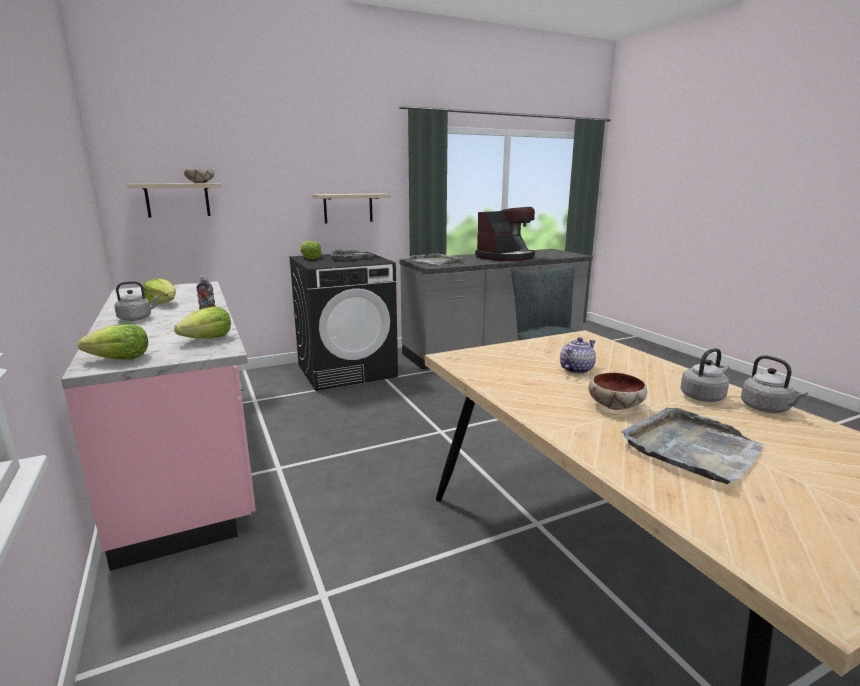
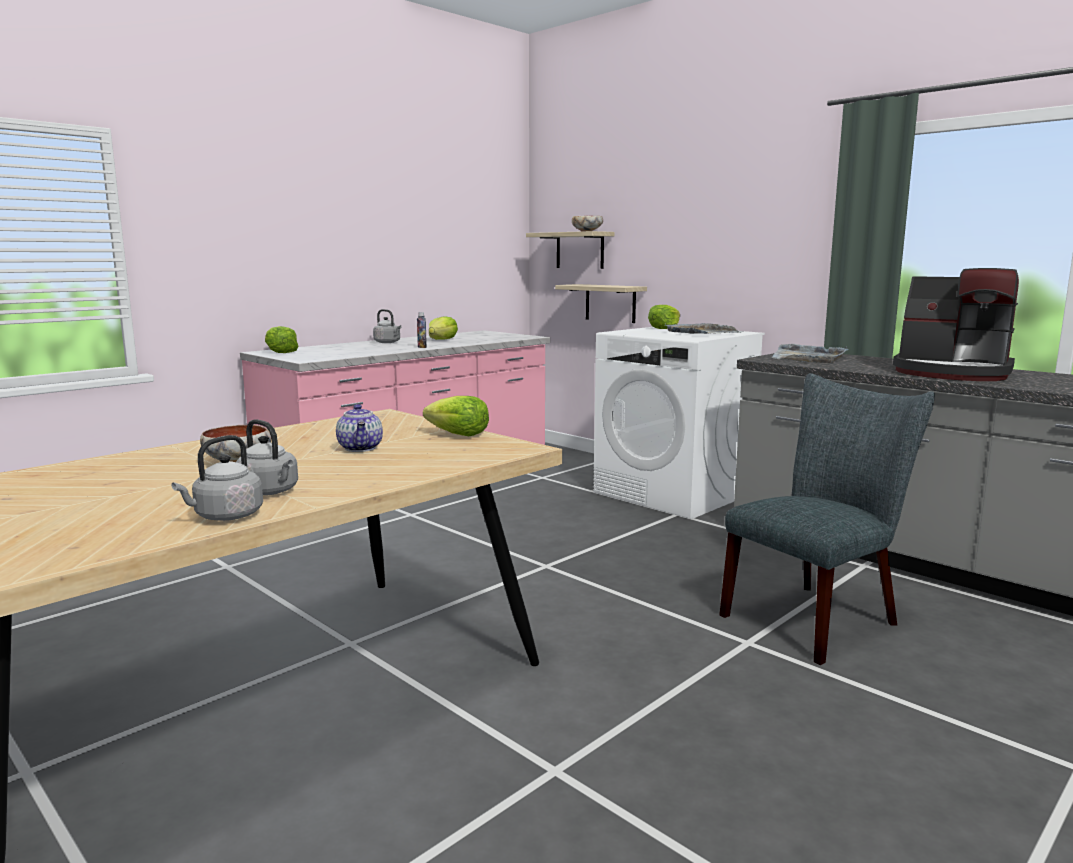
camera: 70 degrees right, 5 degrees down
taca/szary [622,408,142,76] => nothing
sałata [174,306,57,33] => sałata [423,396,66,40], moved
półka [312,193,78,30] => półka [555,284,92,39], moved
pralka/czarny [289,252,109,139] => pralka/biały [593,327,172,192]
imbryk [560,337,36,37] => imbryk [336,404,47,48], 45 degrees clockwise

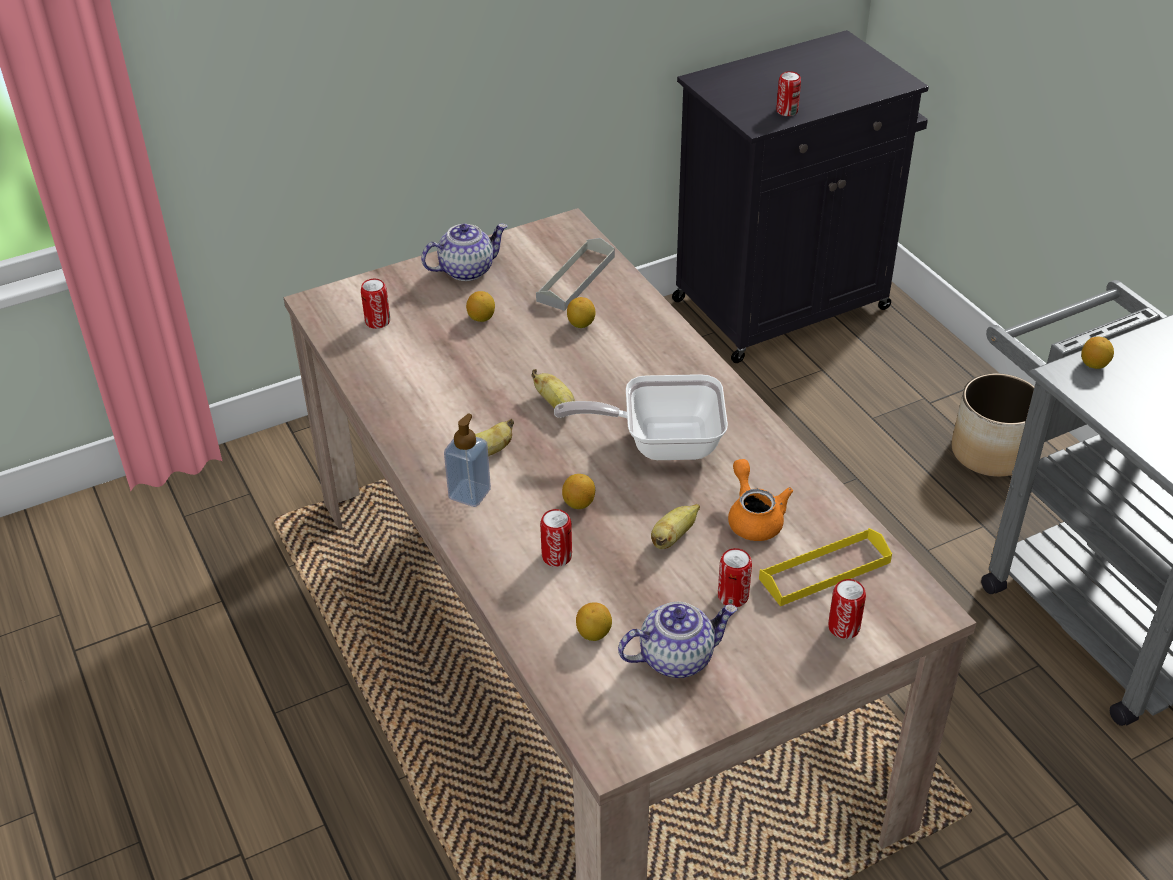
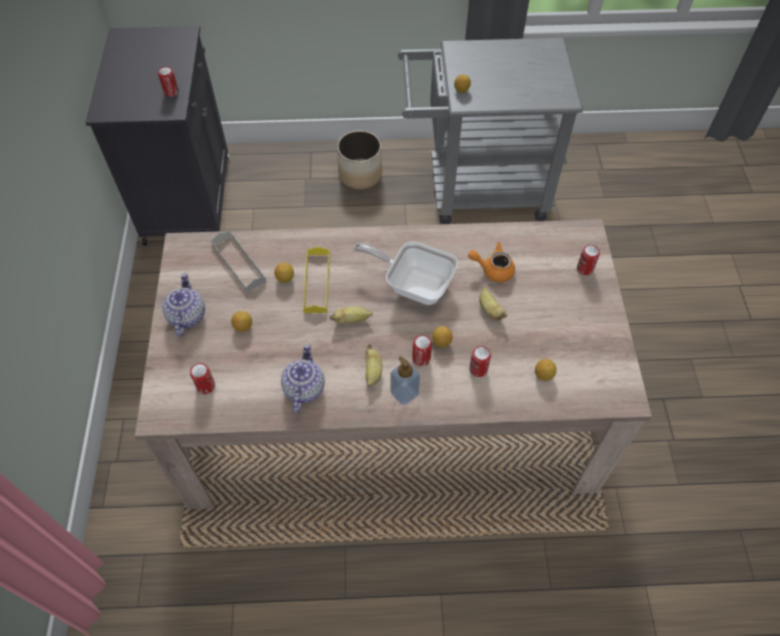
camera: 65 degrees left, 15 degrees up
imbryk [618,602,120,76] => imbryk [281,343,44,70], moved
puszka [718,548,34,59] => puszka [412,335,20,31], moved
taca/żółty [759,528,133,78] => taca/żółty [303,247,27,66], moved
patelnia [554,374,174,86] => patelnia [354,241,104,64], 90 degrees clockwise

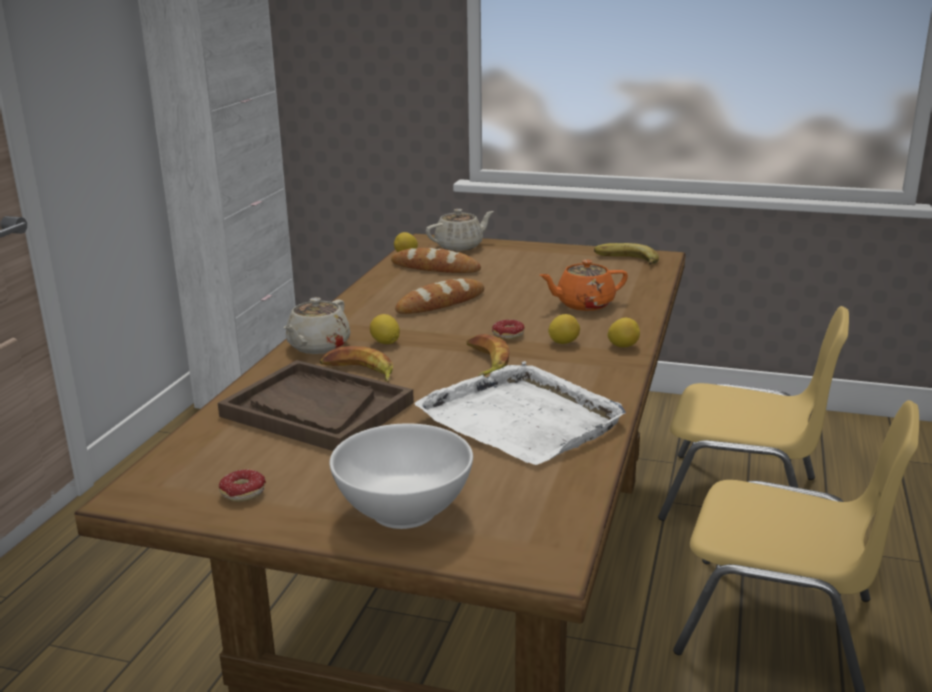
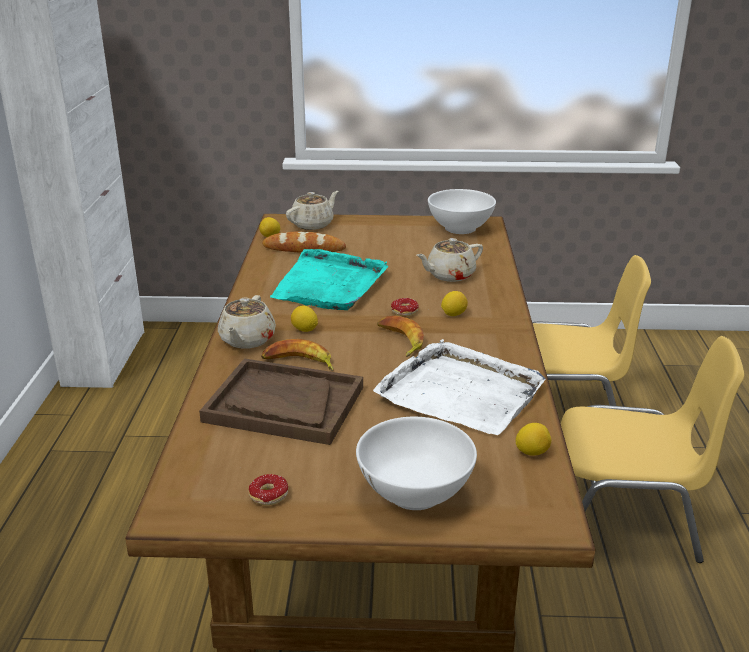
camera: 15 degrees left, 5 degrees up
cytryna [607,318,33,29] => cytryna [516,423,35,33], moved
chleb [395,278,89,36] => taca/turkusowy [270,249,119,61]
banan [594,243,65,22] => miska/biały [428,189,68,45]
imbryk/pomarańczowy [539,260,89,51] => imbryk/beżowy [416,238,67,44]

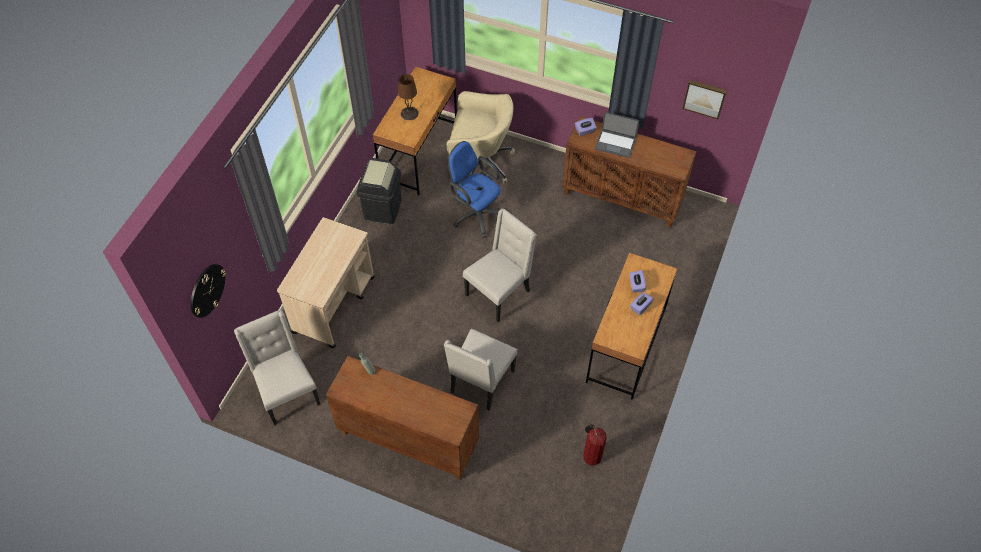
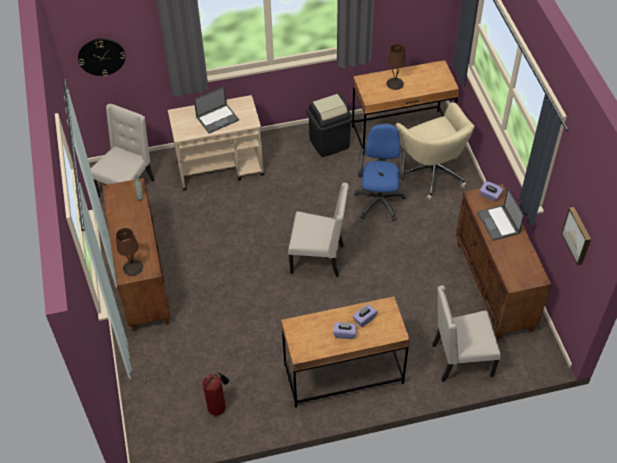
camera: 55 degrees right, 5 degrees down
nothing => lampa stołowa/brązowy [116,228,27,48]
nothing => laptop [194,86,45,48]
krzesło/beżowy [444,329,73,82] => krzesło/beżowy [432,285,69,97], moved

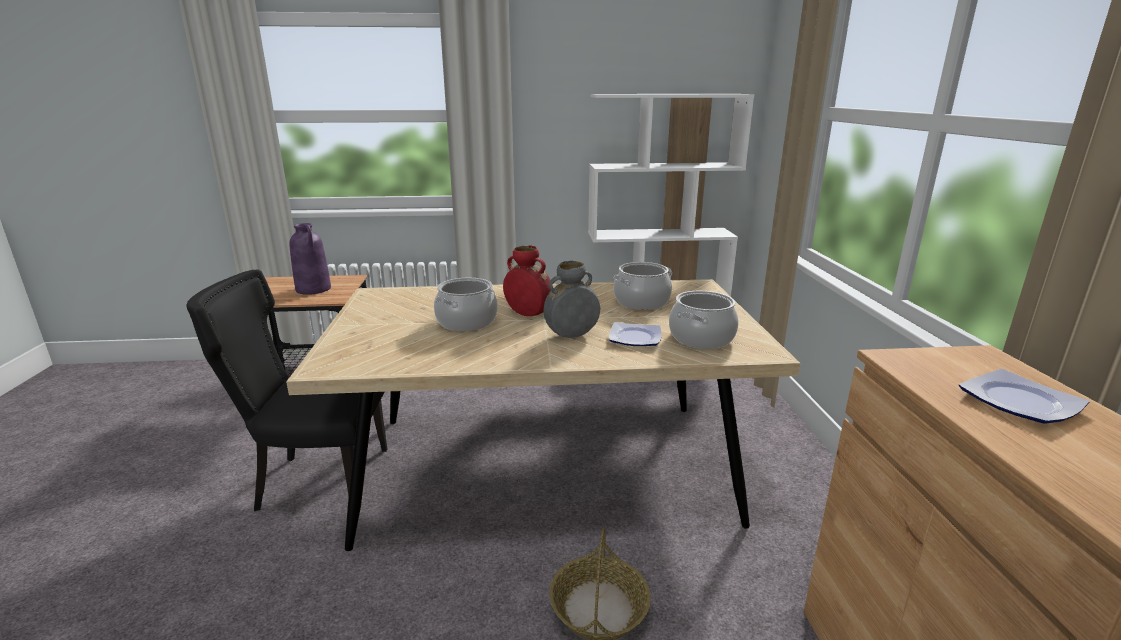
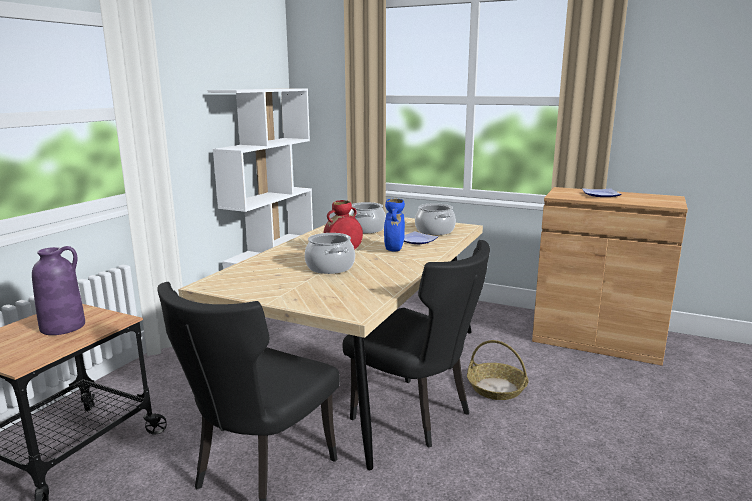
camera: 60 degrees left, 5 degrees down
nothing => krzesło/czarny [342,240,148,208]
wazon/szary [544,261,56,77] => wazon/niebieski [384,199,21,53]

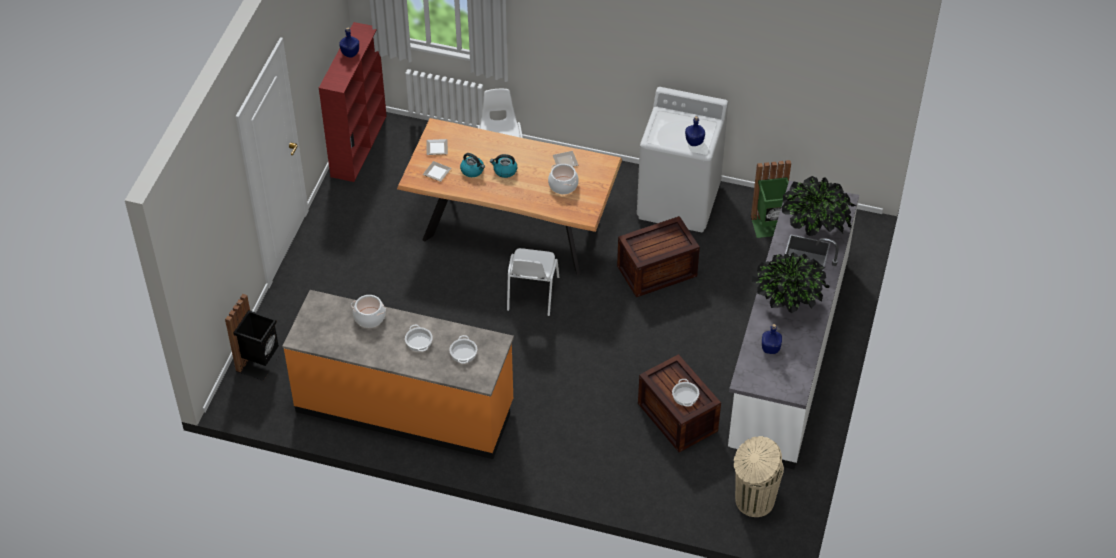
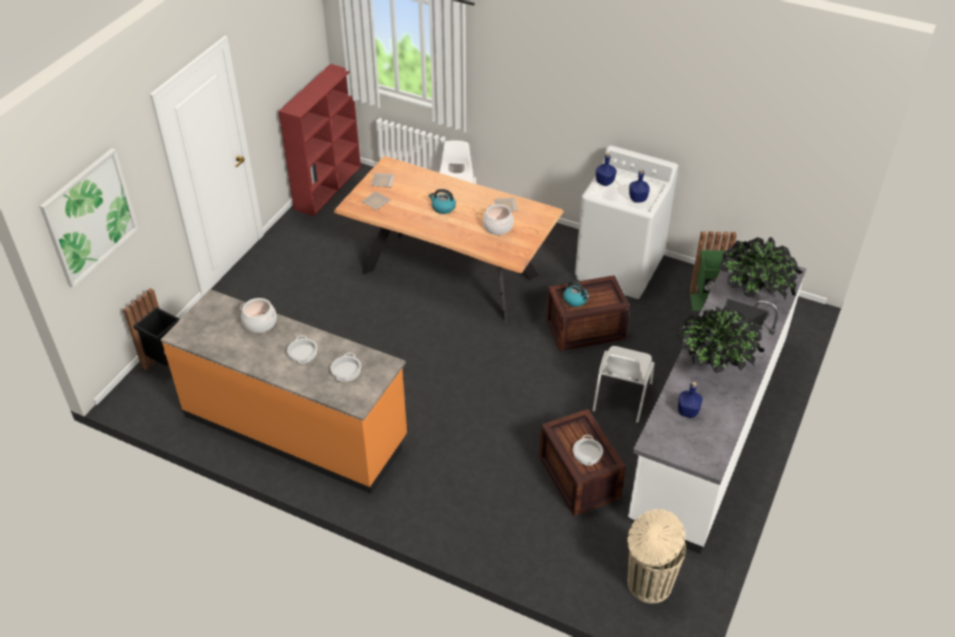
camera: 10 degrees right, 5 degrees down
nothing => obraz [39,148,100,140]
butelka/niebieski [339,27,20,31] => butelka/niebieski [596,153,21,33], moved
czajnik [460,153,25,24] => czajnik [563,281,26,26], moved
krzesło/biały [507,248,52,68] => krzesło/biały [593,346,62,77], moved

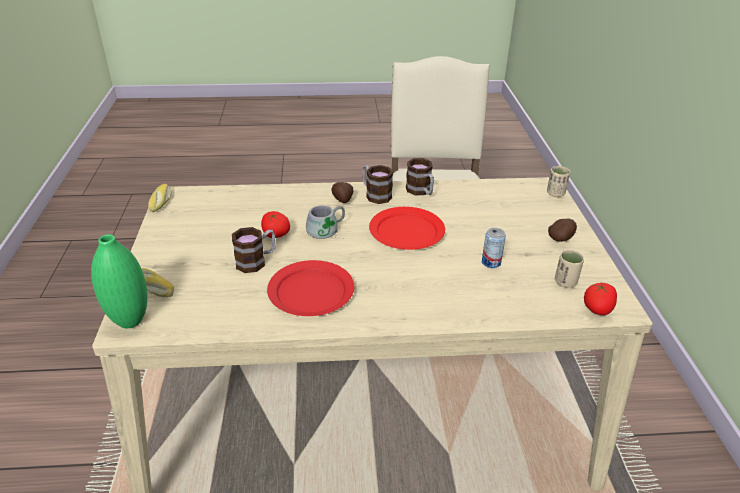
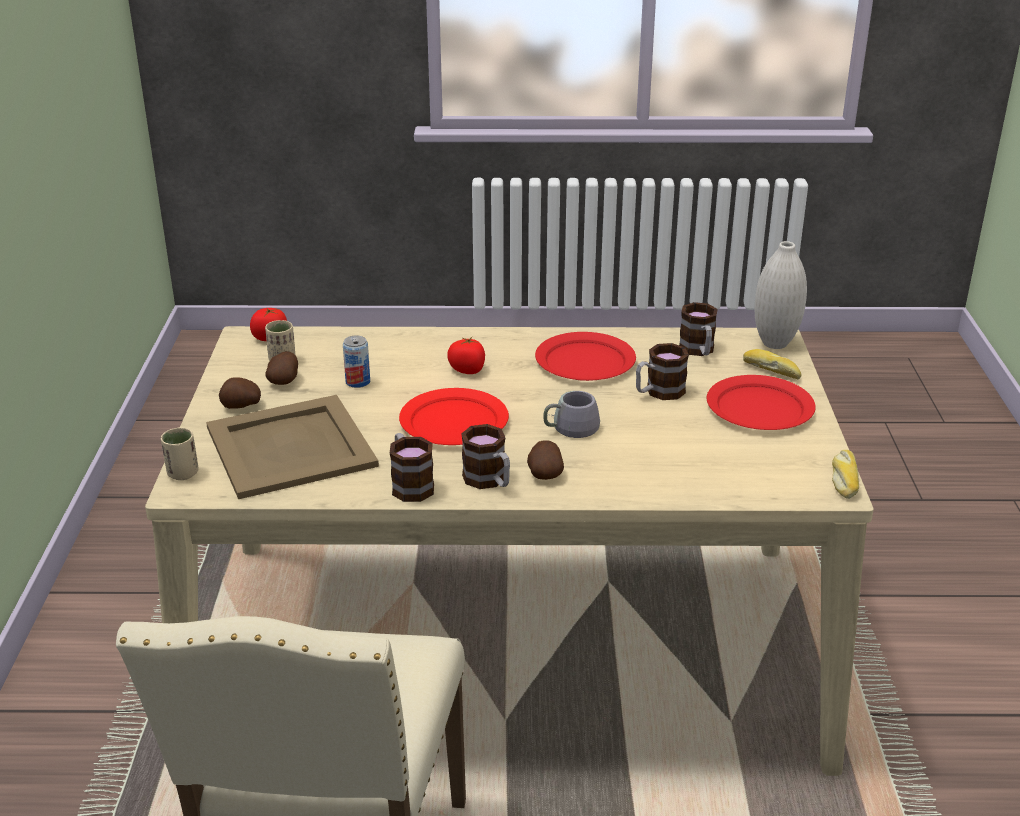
camera: 175 degrees left, 5 degrees down
nothing => taca/beżowy [206,395,173,104]
nothing => ziemniak [265,351,33,34]
nothing => kubek [679,302,39,54]
nothing => talerz/czerwony [707,375,109,55]
pomidor [261,211,29,27] => pomidor [447,336,38,38], moved
wazon/zielony [91,234,57,94] => wazon/biały [755,241,52,108]

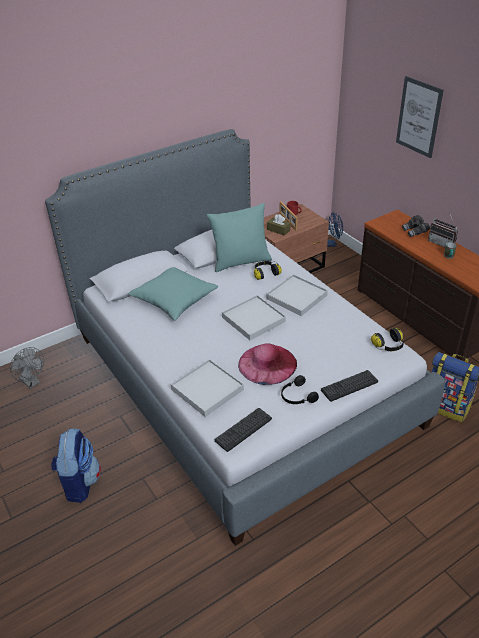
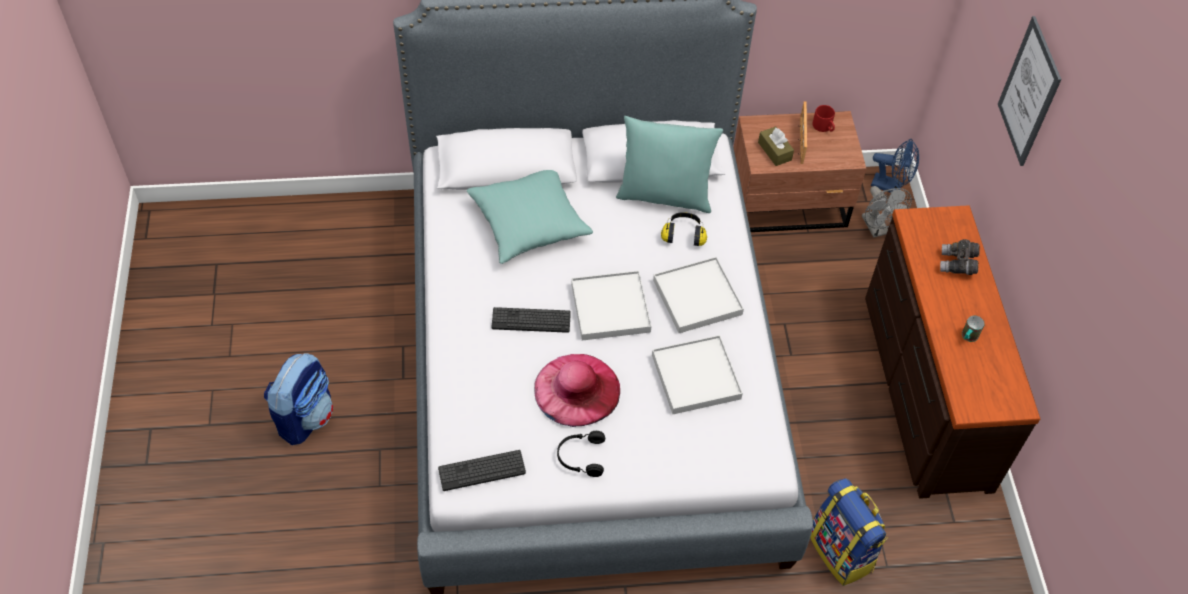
camera: 25 degrees right, 15 degrees up
słuchawki [371,328,33,23] => nothing
radio [428,212,30,35] => nothing
wentylator/szary [10,347,34,42] => wentylator/szary [862,186,50,51], moved
taca/biały [171,359,73,58] => taca/biały [652,335,91,79], moved
klawiatura [321,370,57,32] => klawiatura [492,307,79,26], moved

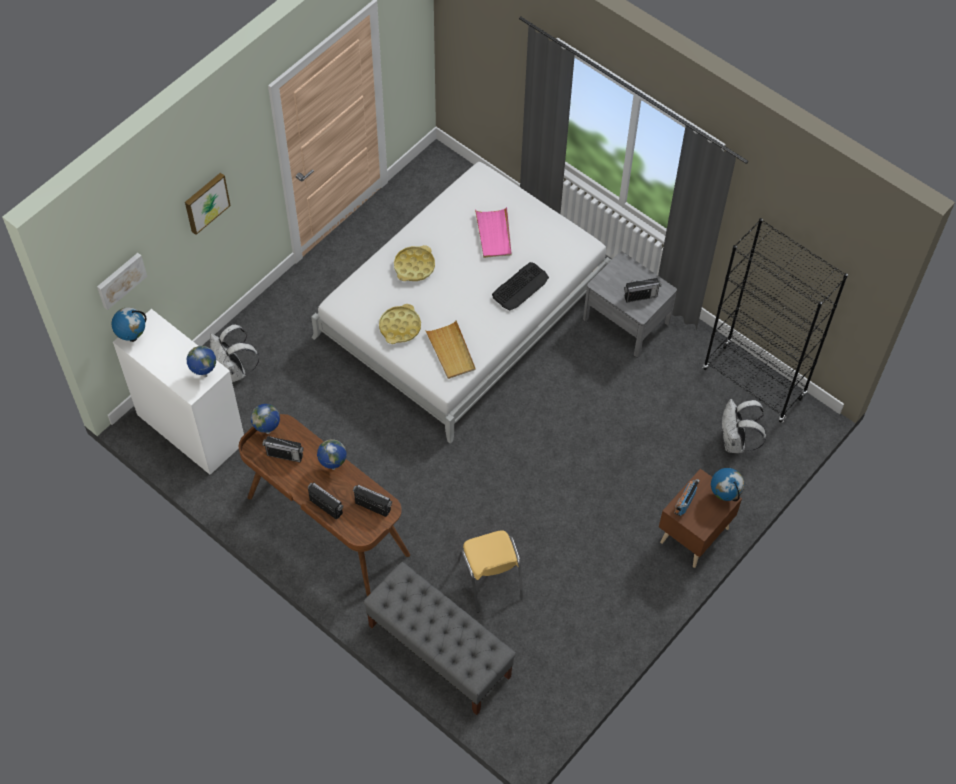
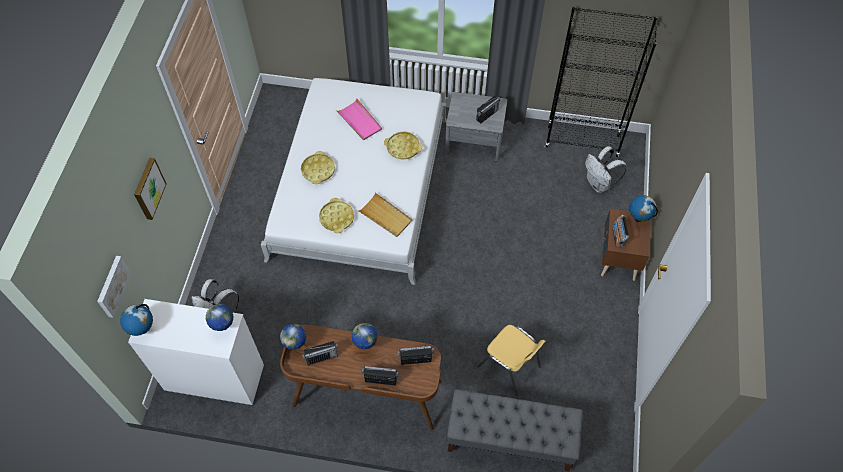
camera: 30 degrees left, 0 degrees up
klawiatura [492,262,57,49] => taca/żółty [384,131,39,29]

